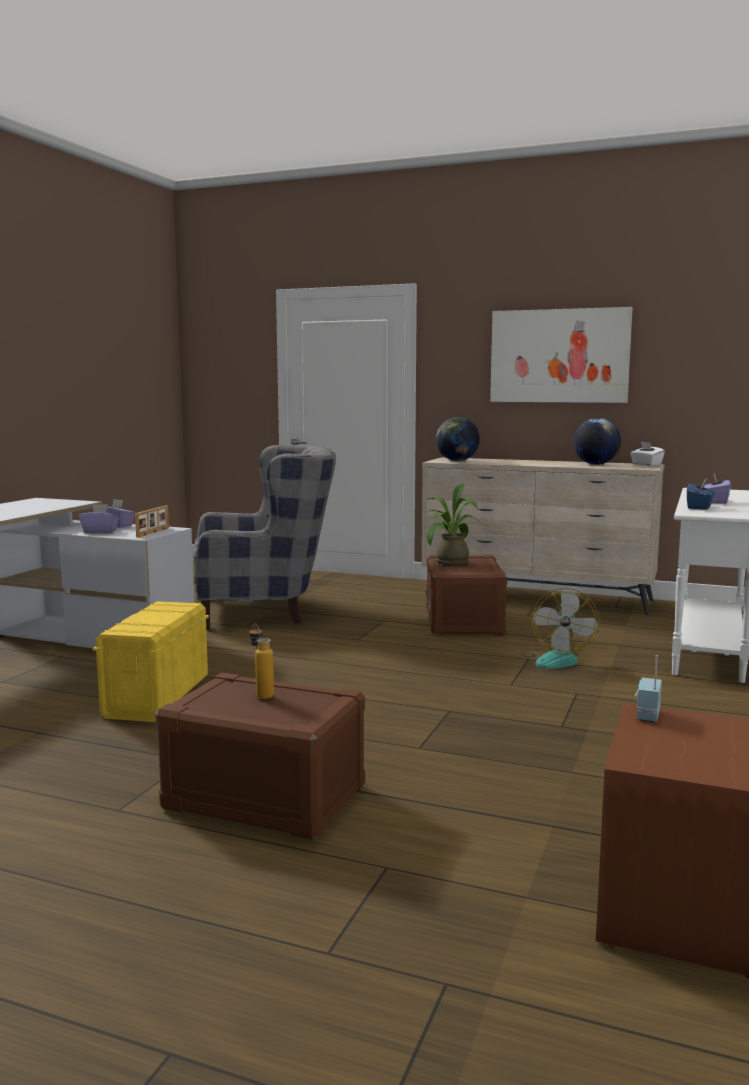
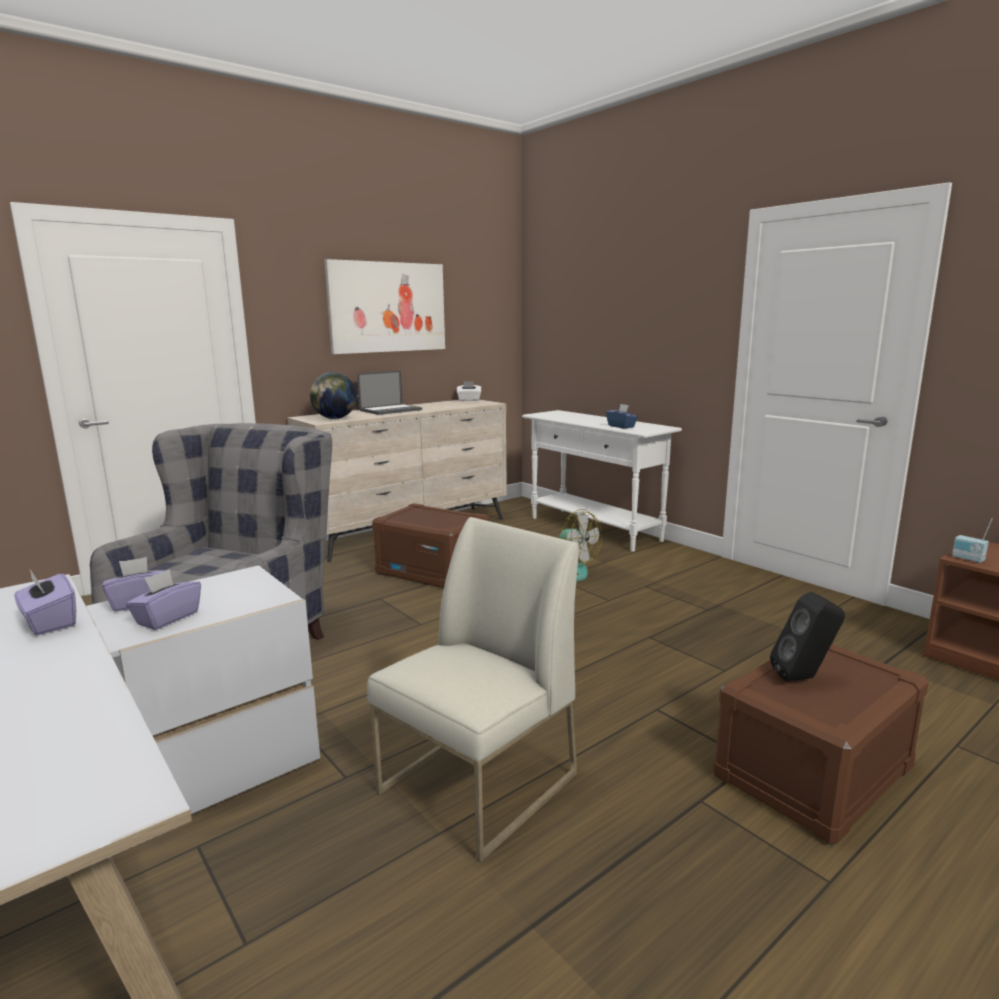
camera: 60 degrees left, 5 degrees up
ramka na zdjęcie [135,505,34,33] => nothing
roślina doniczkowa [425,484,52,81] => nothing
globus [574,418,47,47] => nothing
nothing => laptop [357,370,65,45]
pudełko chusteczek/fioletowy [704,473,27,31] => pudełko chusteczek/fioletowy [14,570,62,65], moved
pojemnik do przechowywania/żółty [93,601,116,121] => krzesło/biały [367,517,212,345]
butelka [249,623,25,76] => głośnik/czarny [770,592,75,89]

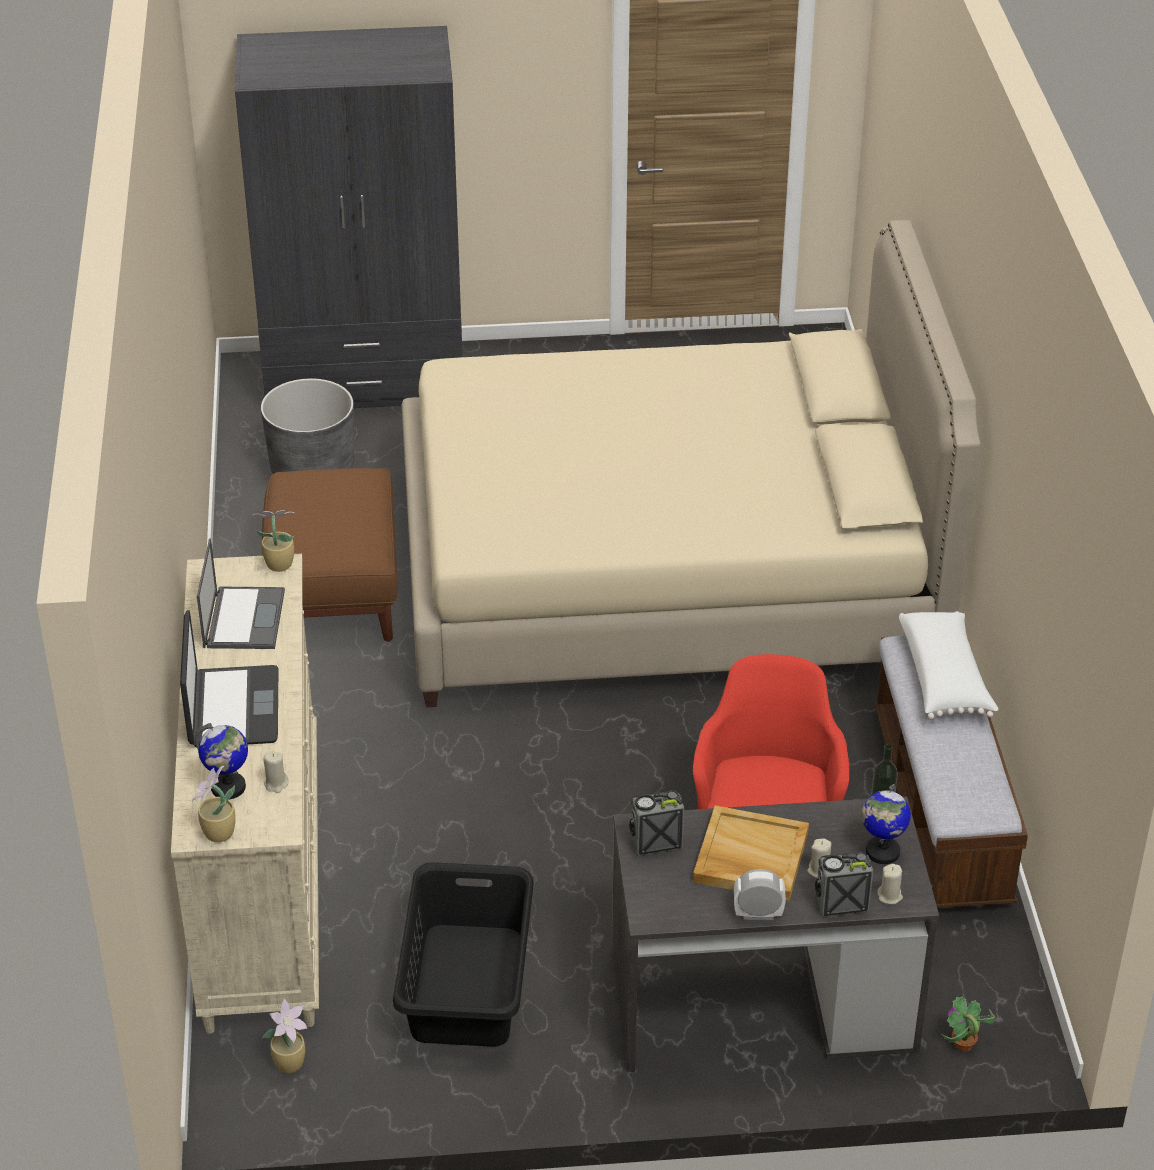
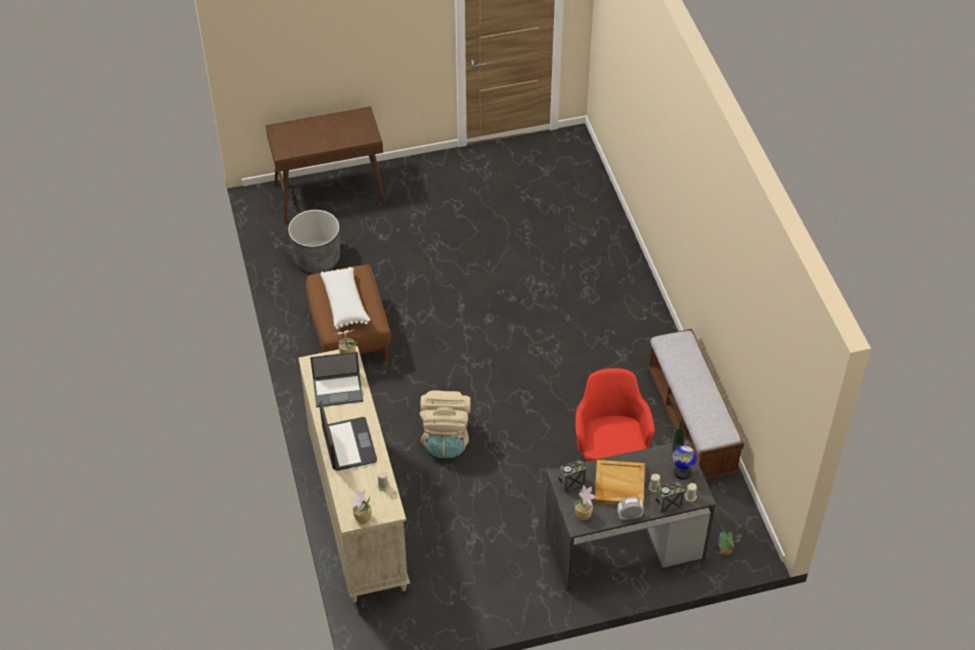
camera: 10 degrees left, 10 degrees up
globus [195,723,53,76] => nothing
kosz na pranie/czarny [393,862,141,185] => nothing
łóżko/beżowy [402,220,578,487] => nothing
nothing => plecak/beżowy [420,390,50,68]
roślina doniczkowa [262,999,45,74] => roślina doniczkowa [573,485,23,35], moved
poduszka/biały [899,611,100,108] => poduszka/biały [321,267,49,63], moved
szafa/szary [235,26,228,382] => stolik konsolowy/brązowy [266,106,120,117]
laptop [197,538,88,111] => laptop [310,351,53,57], 90 degrees clockwise

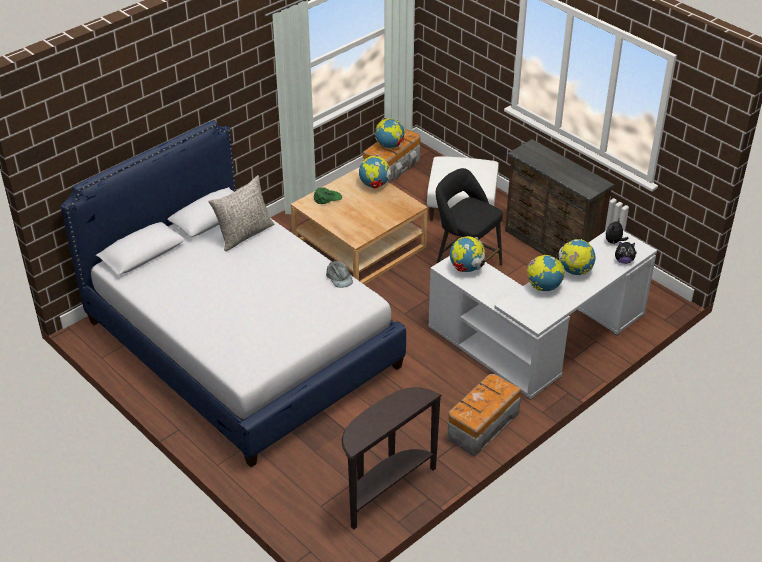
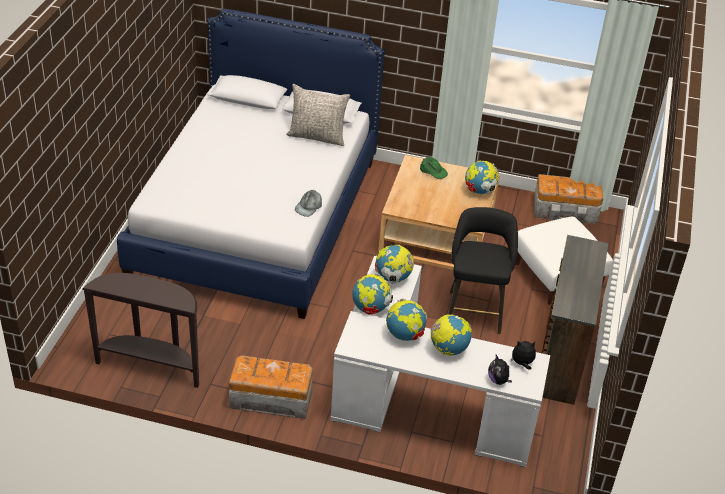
camera: 55 degrees right, 0 degrees up
globus [375,117,29,31] => globus [352,273,41,42], moved

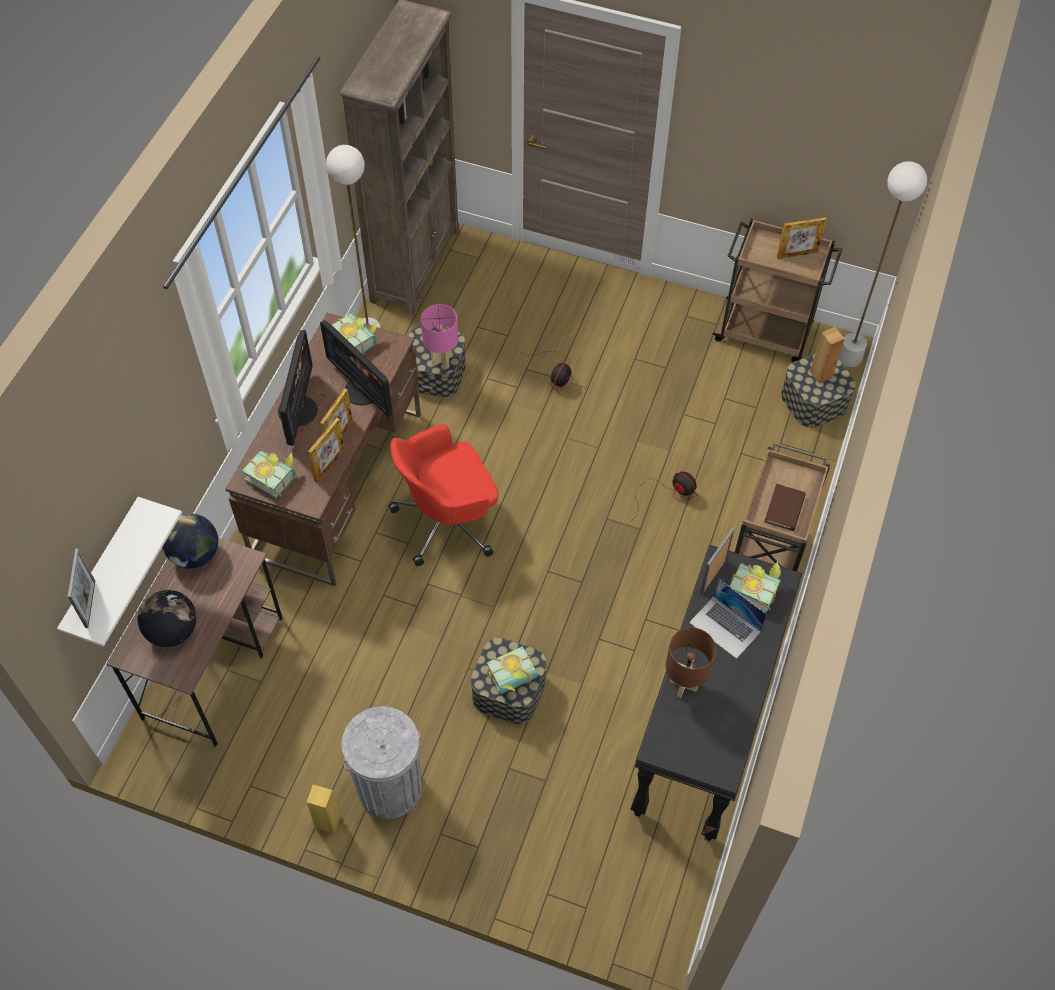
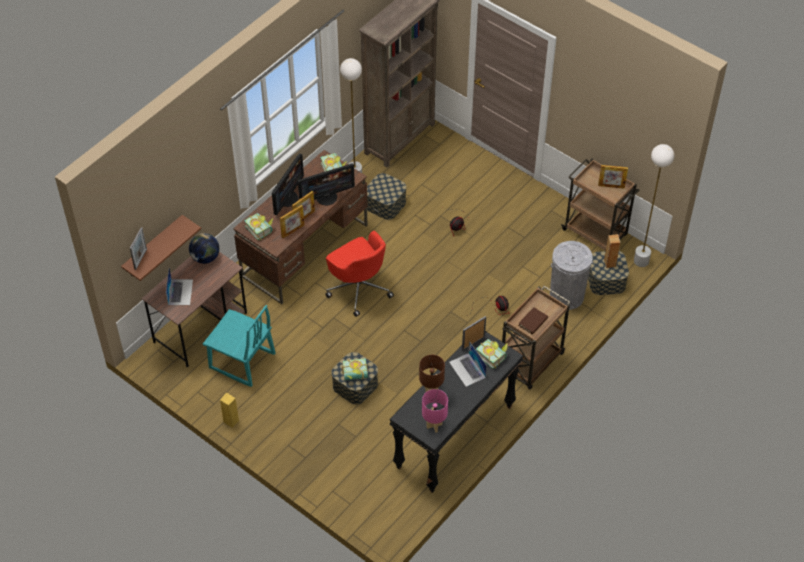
camera: 20 degrees right, 5 degrees down
nothing => krzesło/turkusowy [203,305,73,82]
kosz na śmieci/szary [342,706,80,113] => kosz na śmieci/szary [550,241,43,69], moved
lampa stołowa/różowy [421,304,37,64] => lampa stołowa/różowy [422,389,26,44], moved
globus [138,590,59,57] => laptop [166,268,27,37]
półka/biały [57,497,125,150] => półka/brązowy [121,215,80,66]
monitor [320,320,73,97] => monitor [298,163,57,42], 90 degrees counterclockwise
krzesło biurowe/czerwony [389,424,109,142] => krzesło biurowe/czerwony [325,231,69,86], 120 degrees counterclockwise

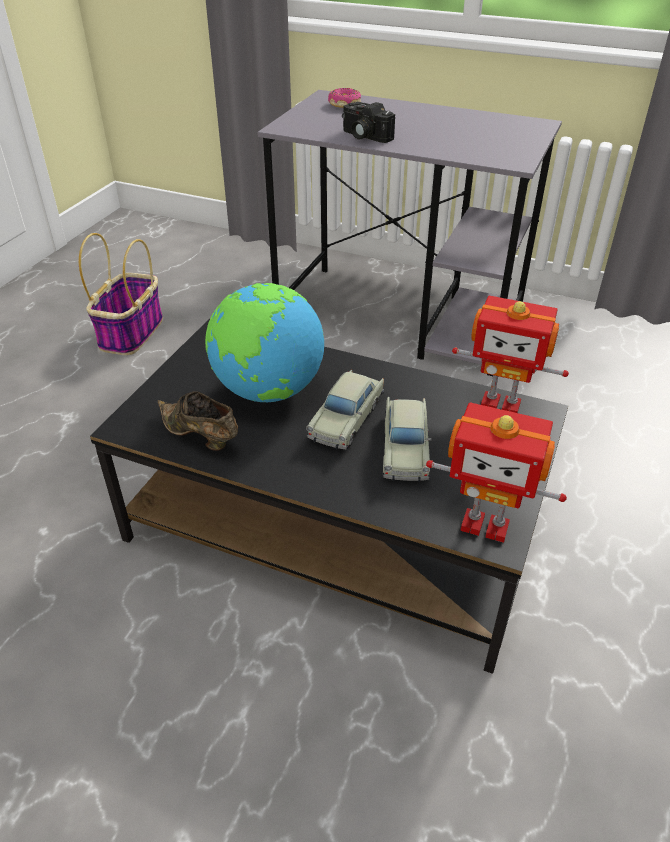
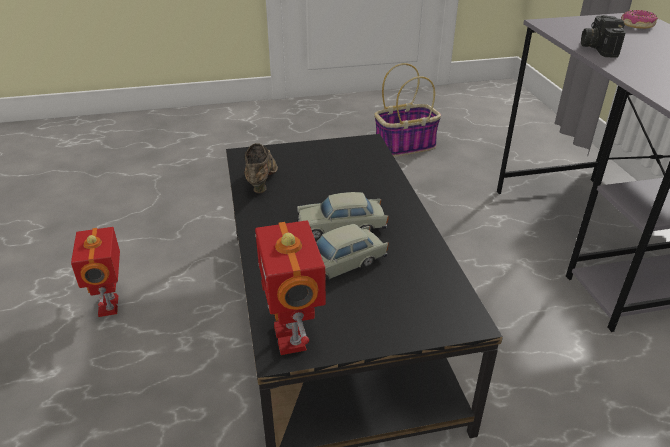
camera: 55 degrees right, 5 degrees down
globus [205,283,119,119] => nothing
robot zabawkowy [452,296,117,117] => robot zabawkowy [71,227,49,90], moved

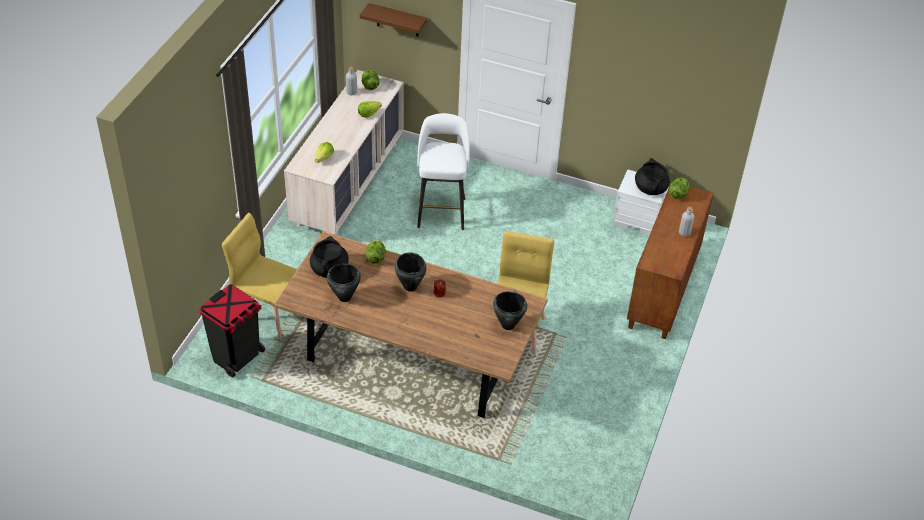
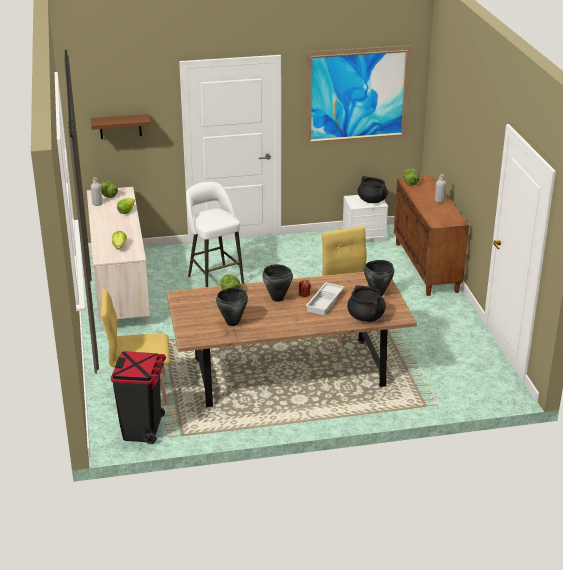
camera: 30 degrees left, 15 degrees down
nothing => obraz [305,45,108,101]
nothing => taca/biały [306,282,38,33]
garnek/czarny [310,236,39,42] => garnek/czarny [347,285,39,37], moved

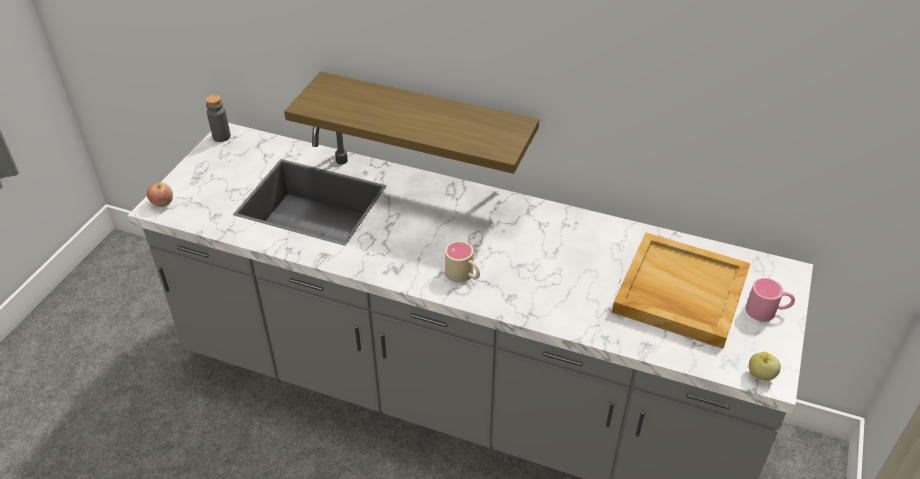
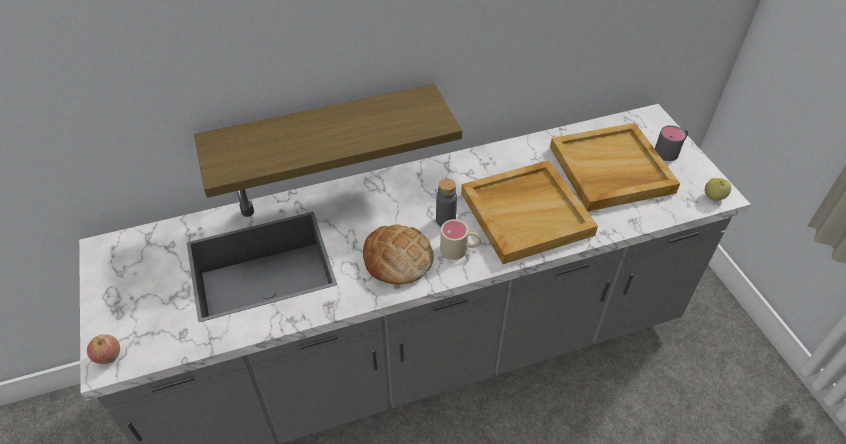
camera: 40 degrees left, 5 degrees up
nothing => chleb [363,224,71,60]
nothing => taca/beżowy [461,160,137,104]
butelka/szary [206,95,25,47] => butelka/szary [436,179,21,47], moved
kubek/różowy [746,278,49,43] => kubek/szary [655,125,33,36]

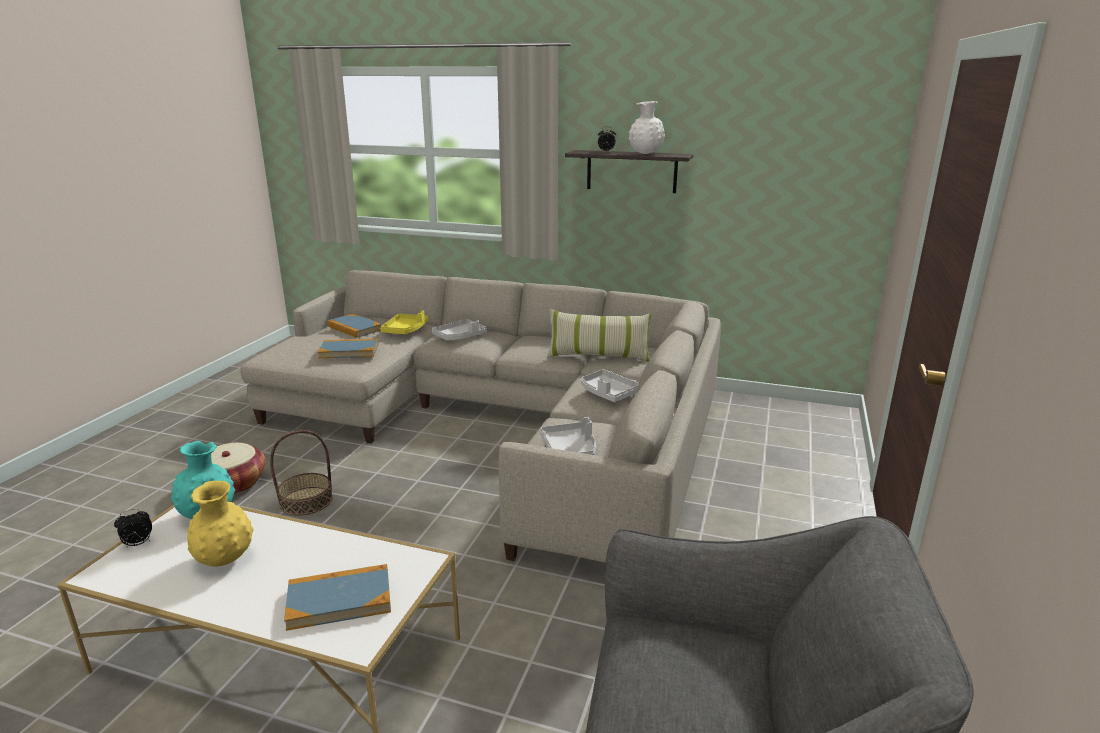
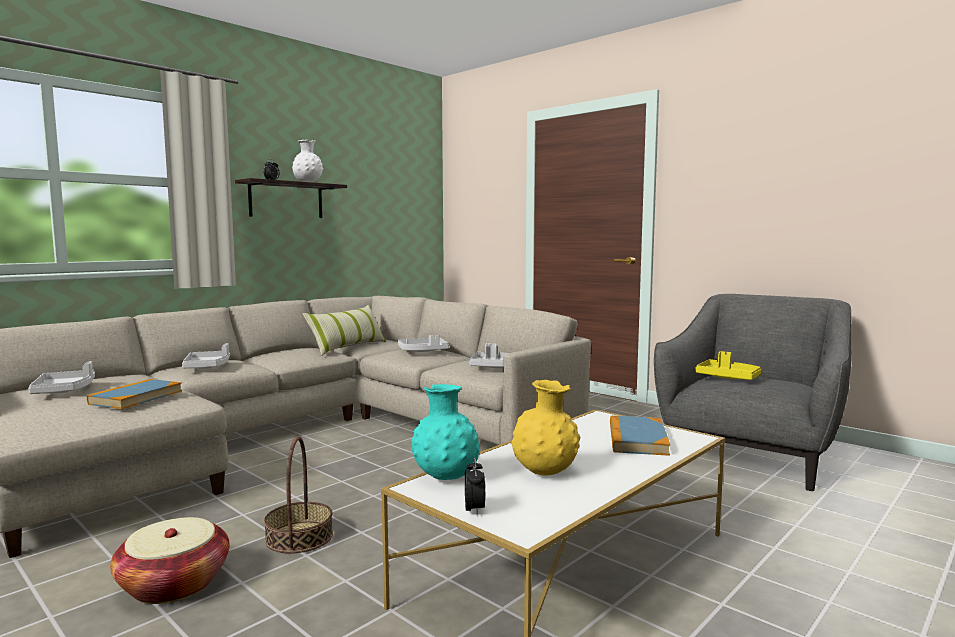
camera: 65 degrees left, 15 degrees down
taca/żółty [380,311,48,23] => taca/żółty [696,351,65,29], moved
książka [327,314,55,24] => taca/szary [28,361,67,33]

